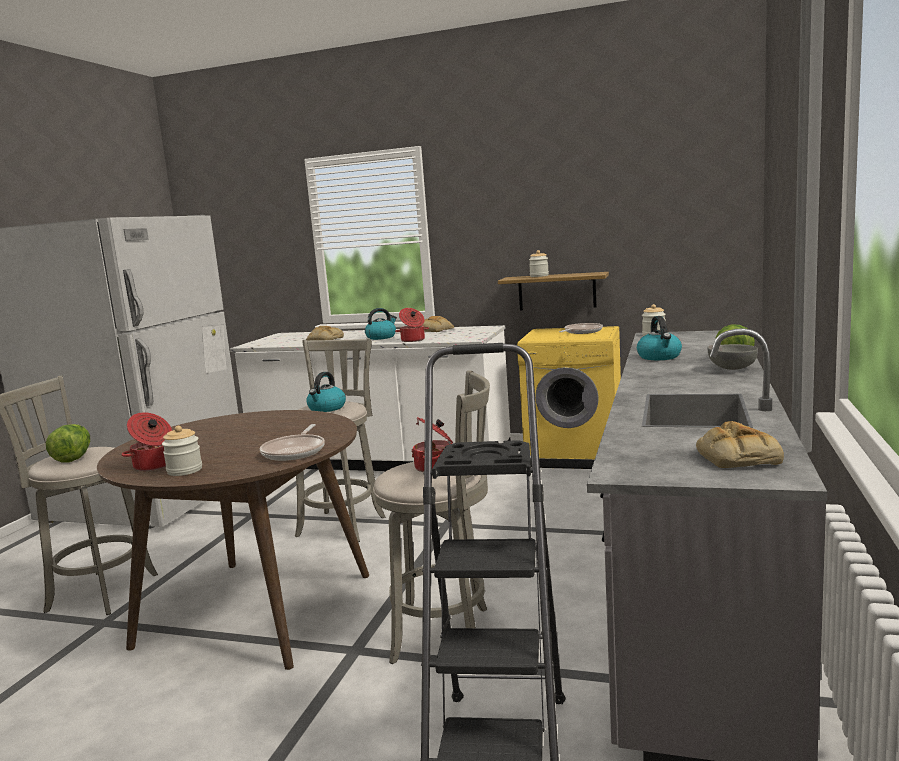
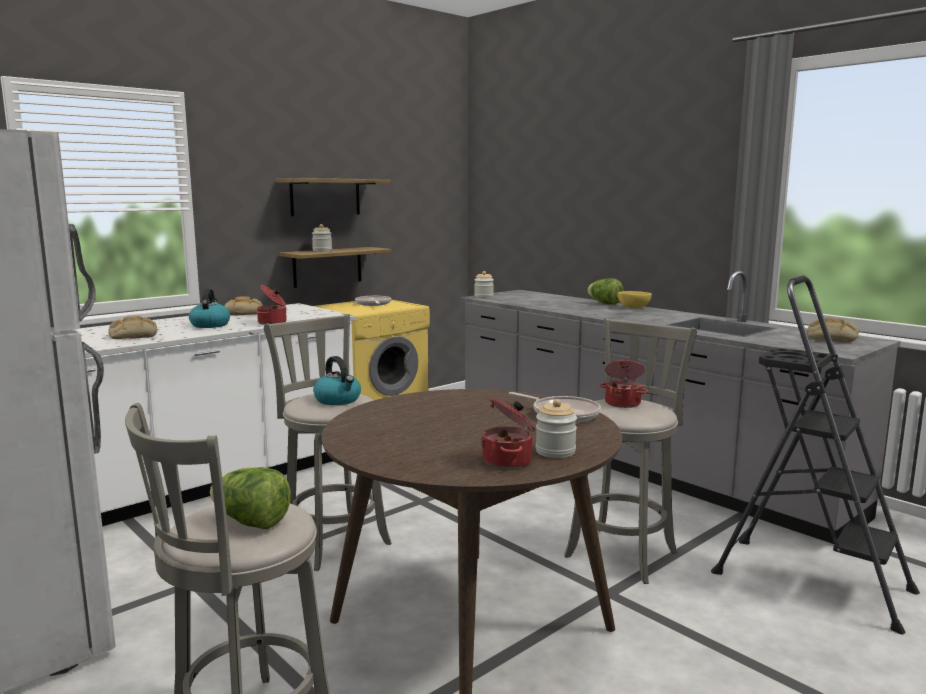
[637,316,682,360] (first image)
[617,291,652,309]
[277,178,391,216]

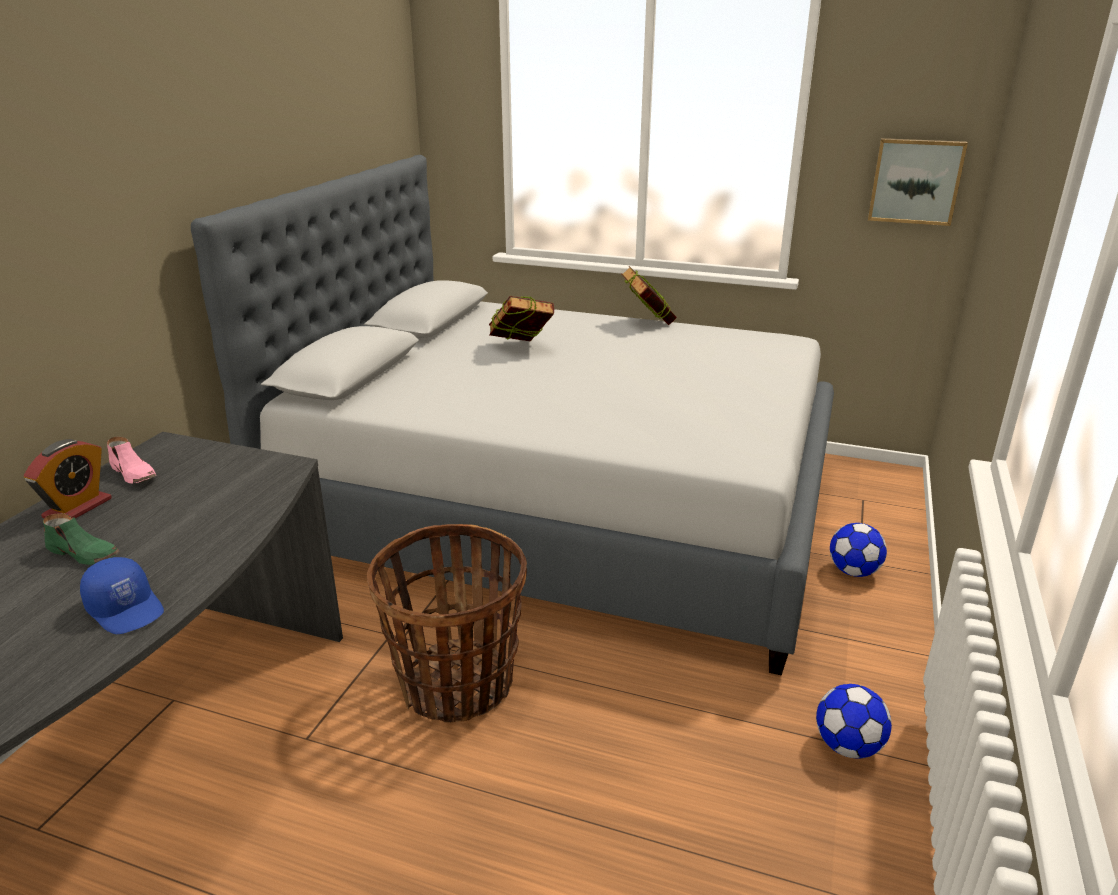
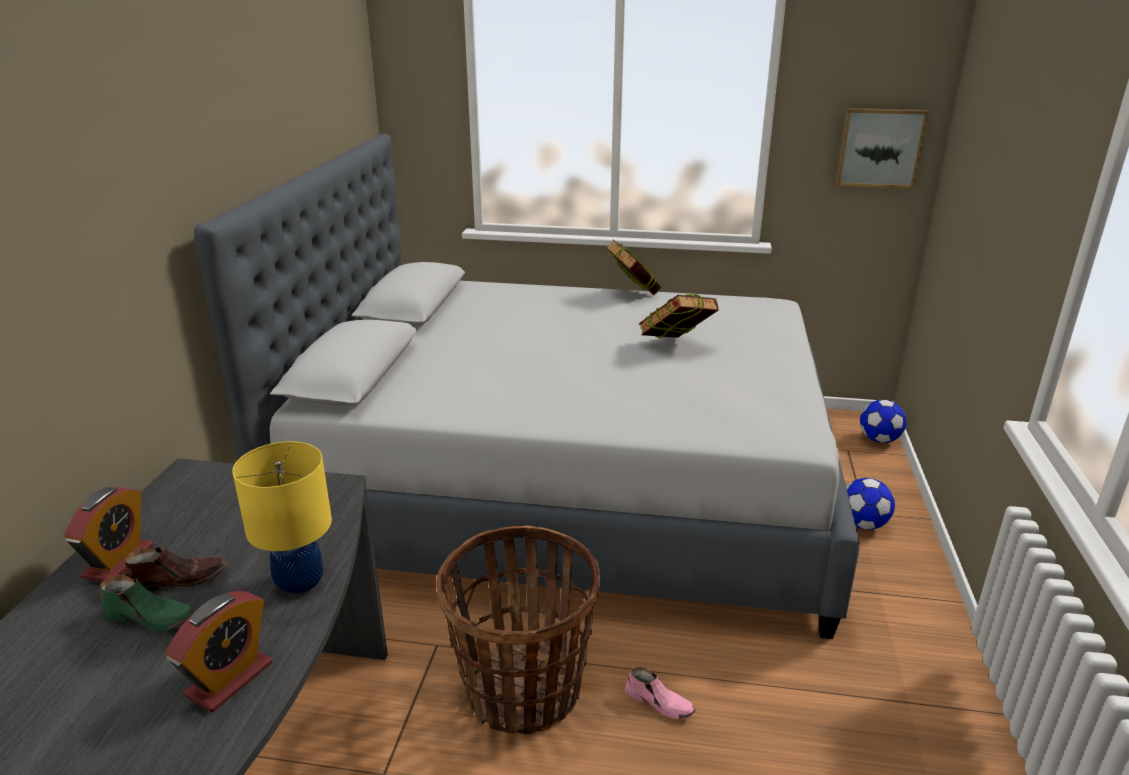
[639,294,719,338]
[625,667,695,719]
[165,591,272,712]
[860,400,907,443]
[232,442,332,594]
[124,546,228,591]

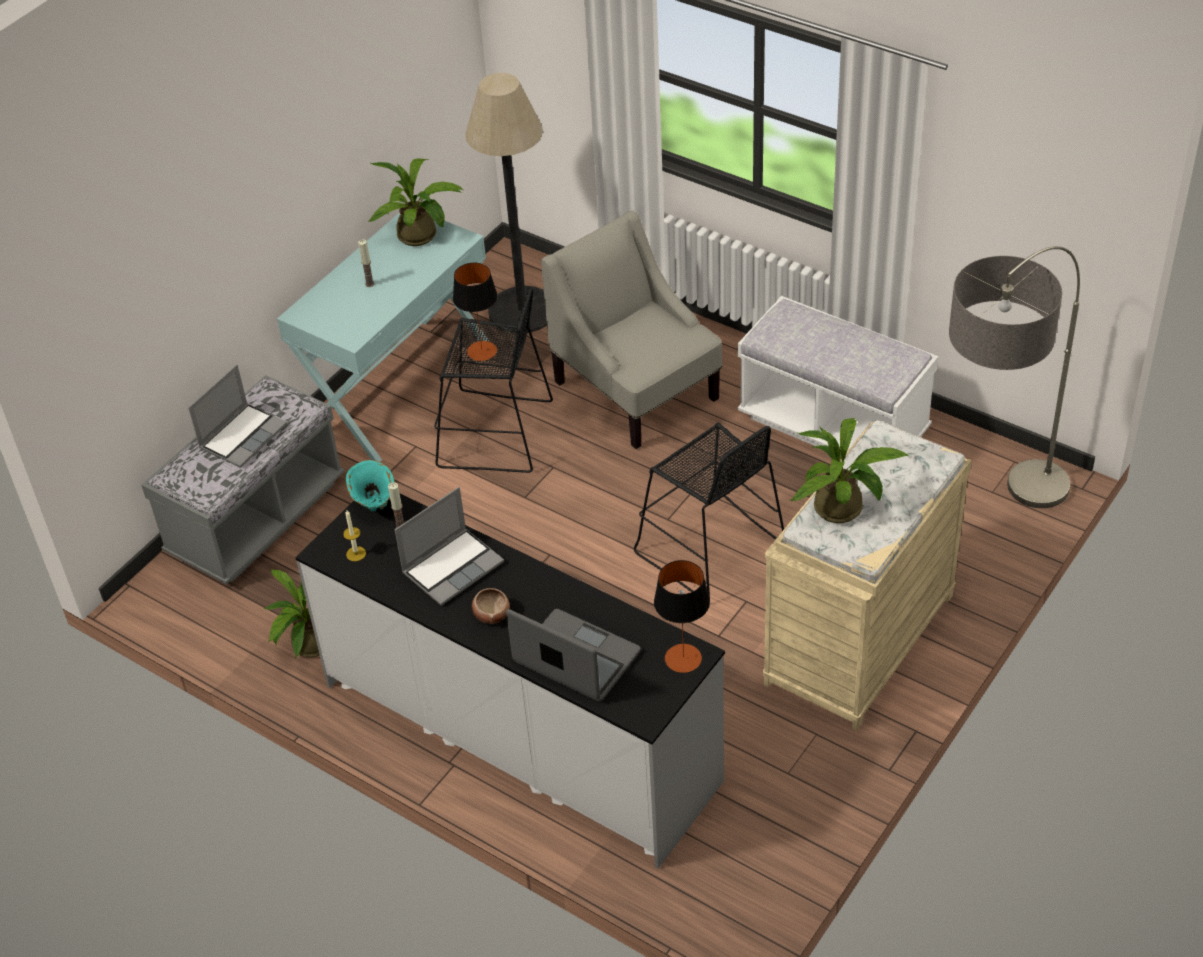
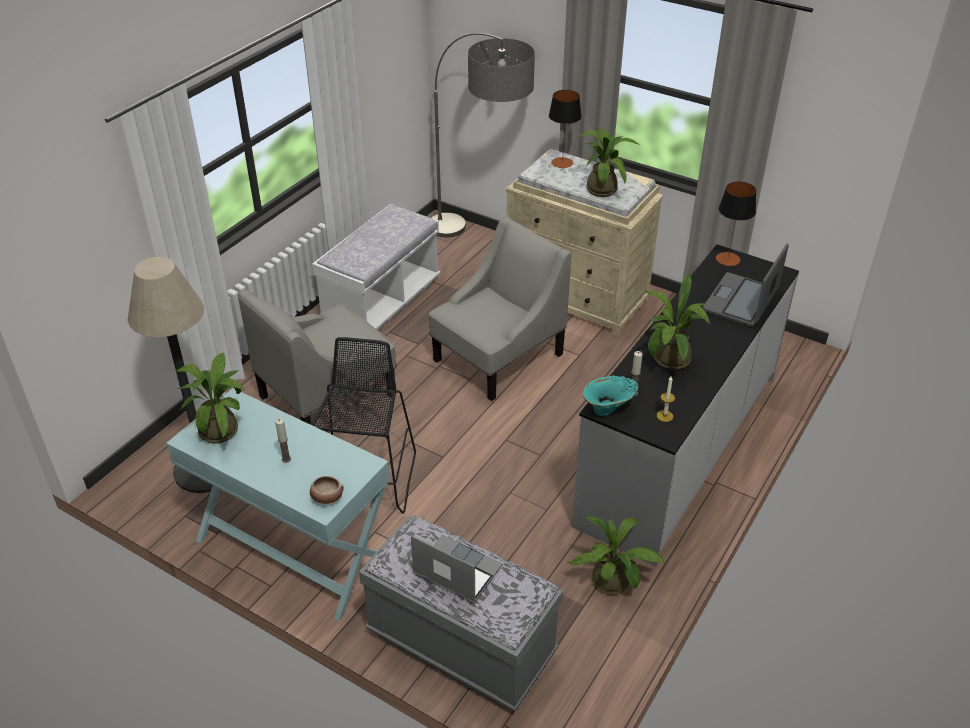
[549,90,582,168]
[429,216,571,401]
[646,273,710,370]
[310,476,344,504]

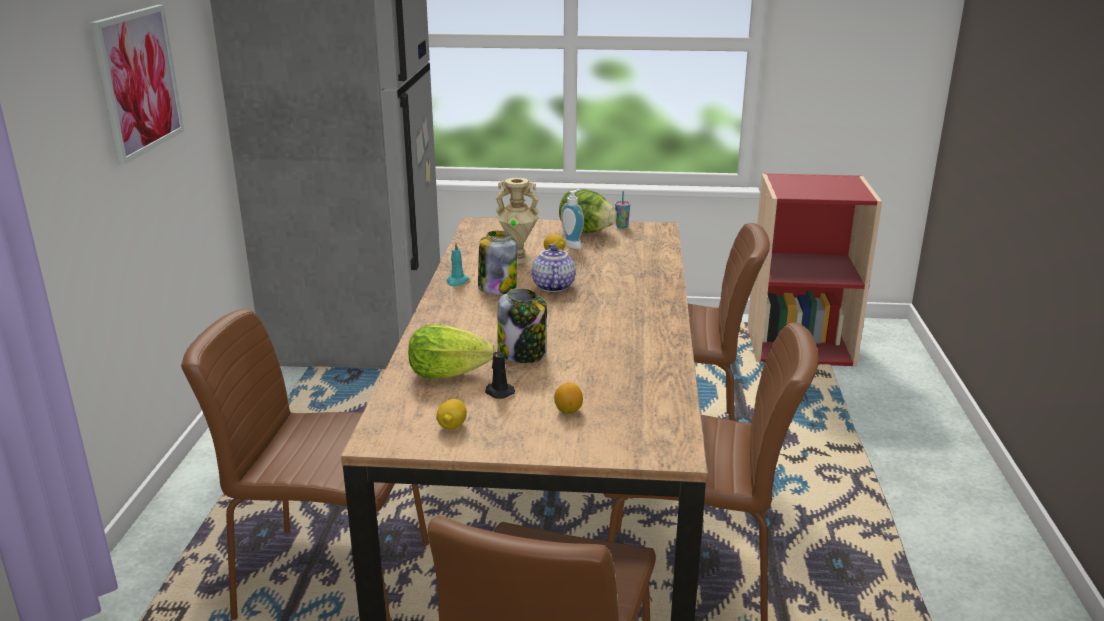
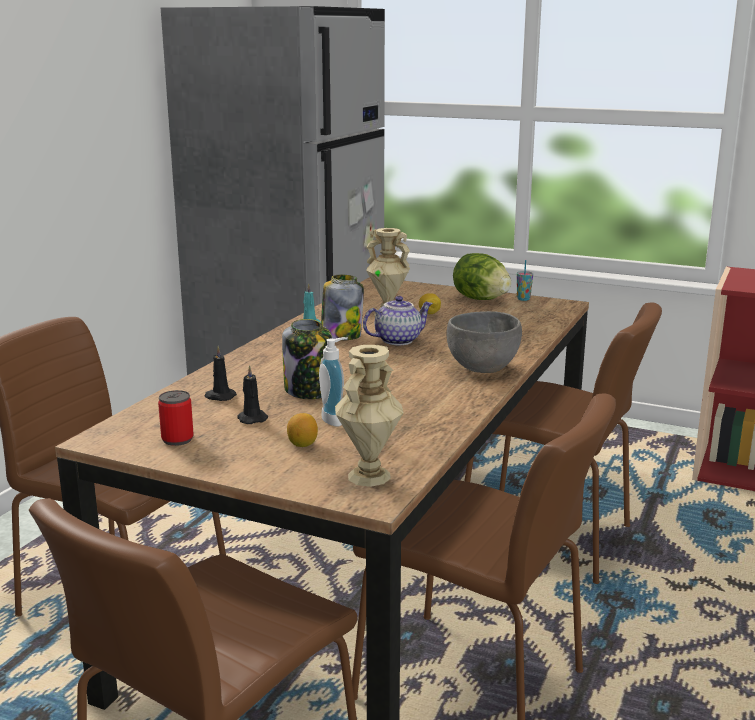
[90,5,184,165] (first image)
[319,337,348,427]
[363,296,433,345]
[205,346,237,401]
[158,390,193,446]
[447,311,522,373]
[335,345,404,487]

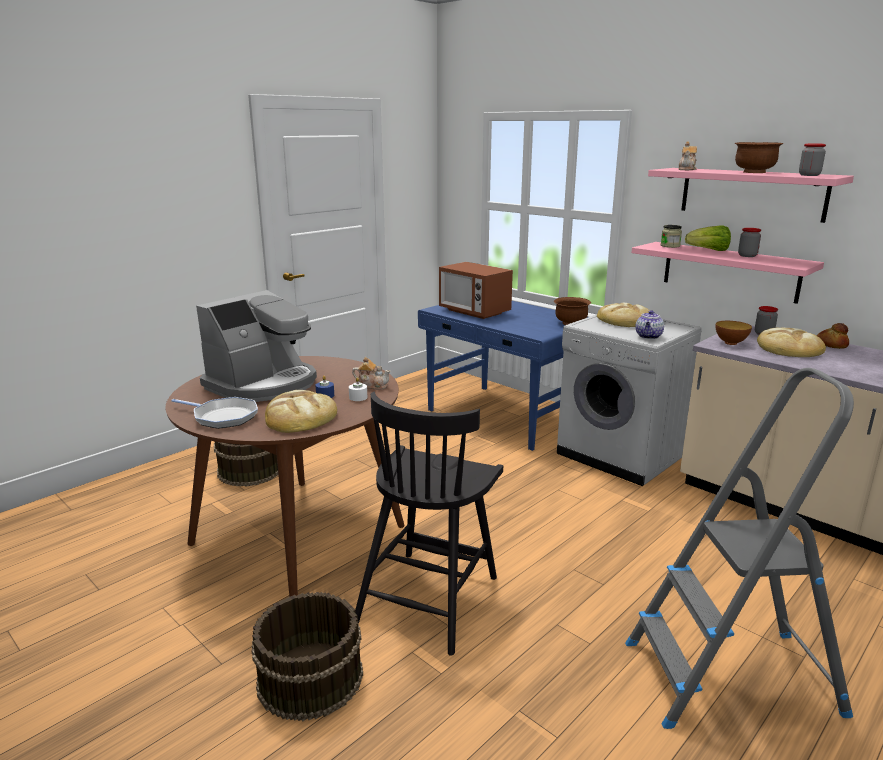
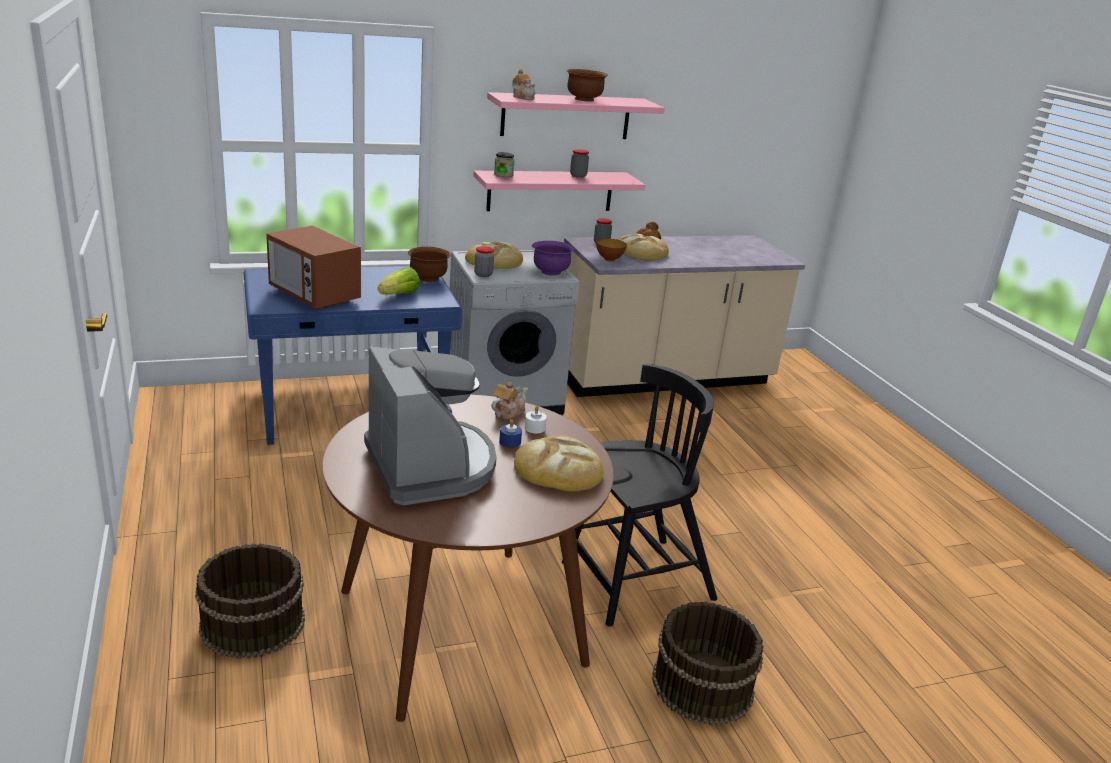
[474,246,494,277]
[378,267,420,295]
[266,226,361,309]
[532,241,574,276]
[625,368,854,729] (first image)
[562,364,717,627]
[171,397,258,429] (first image)

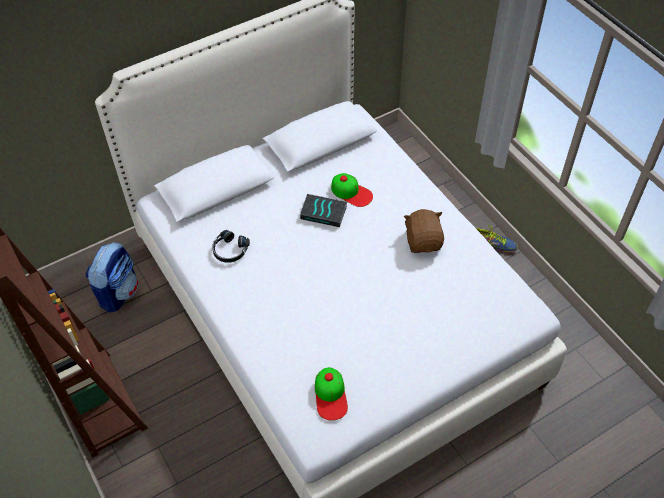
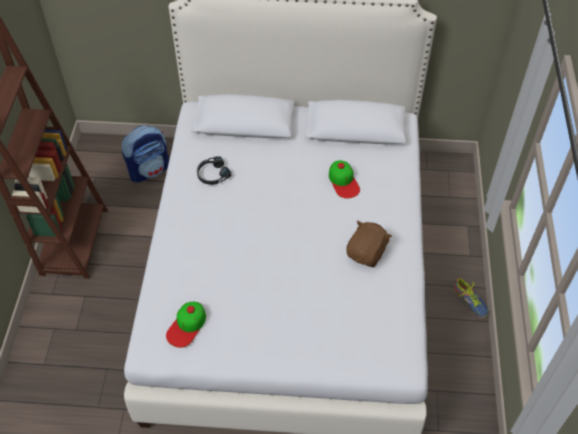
[300,194,348,227] (first image)

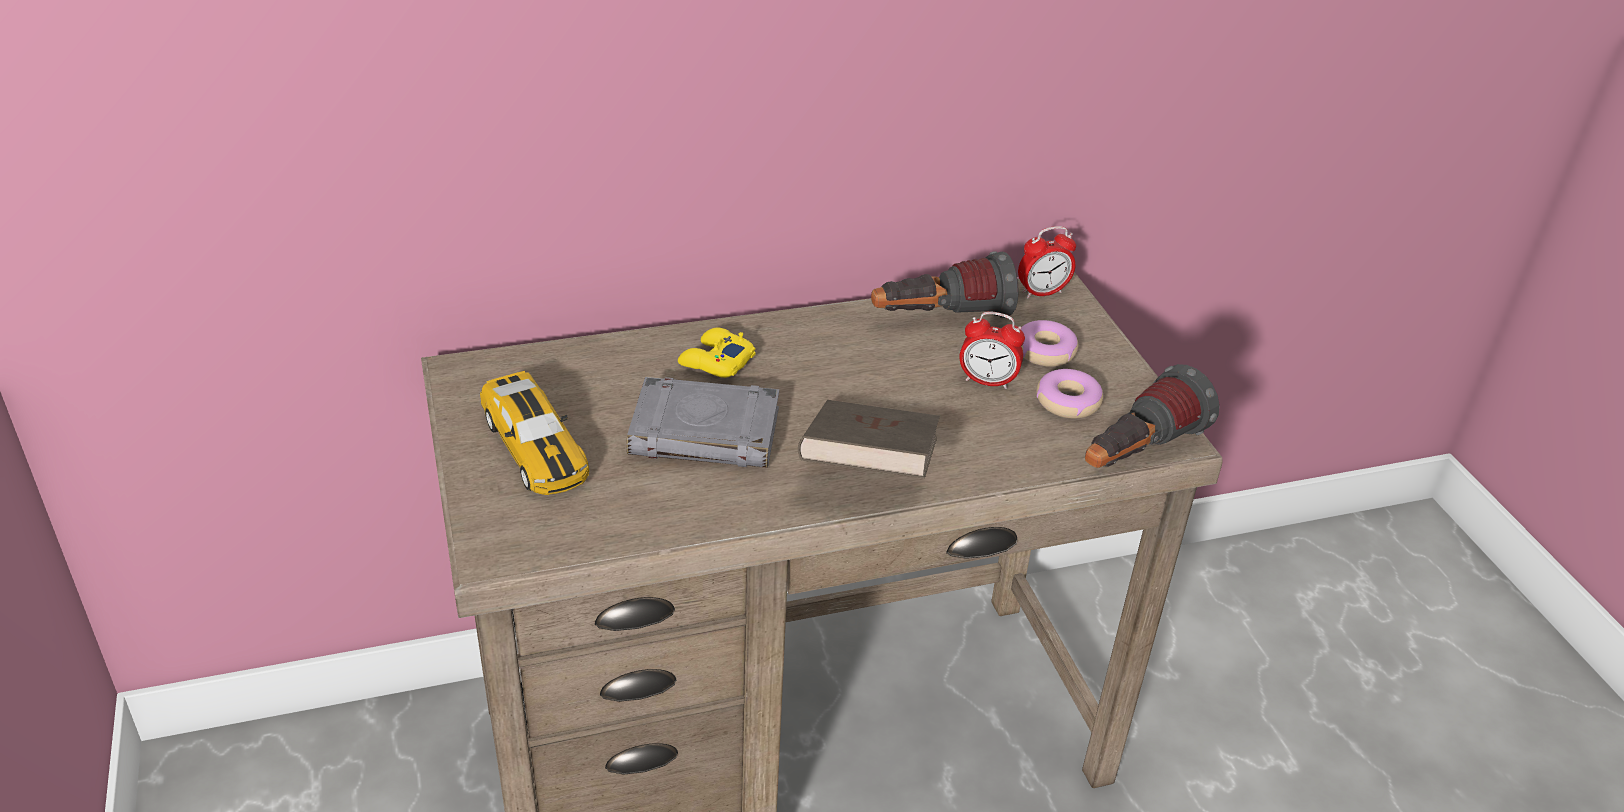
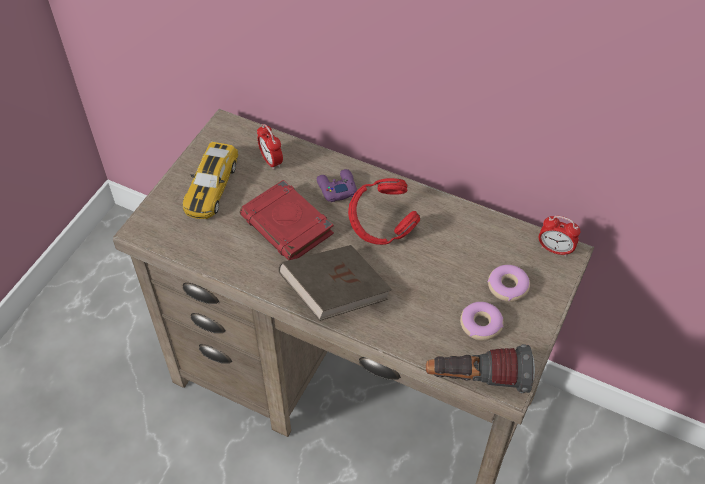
[871,251,1019,318] (first image)
[257,124,283,170]
[317,169,357,202]
[240,180,334,261]
[348,178,420,245]

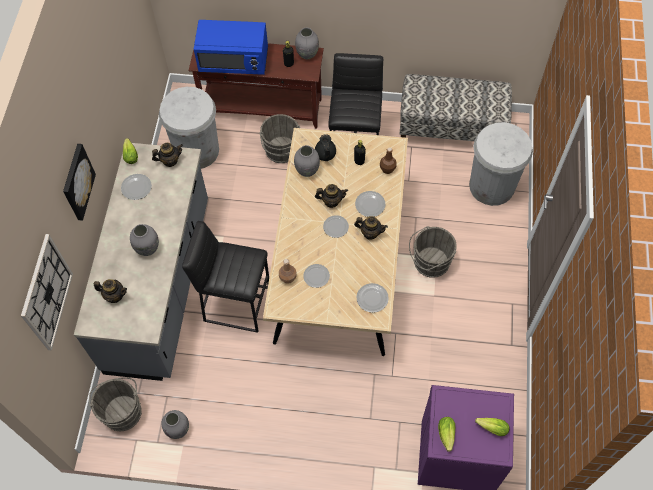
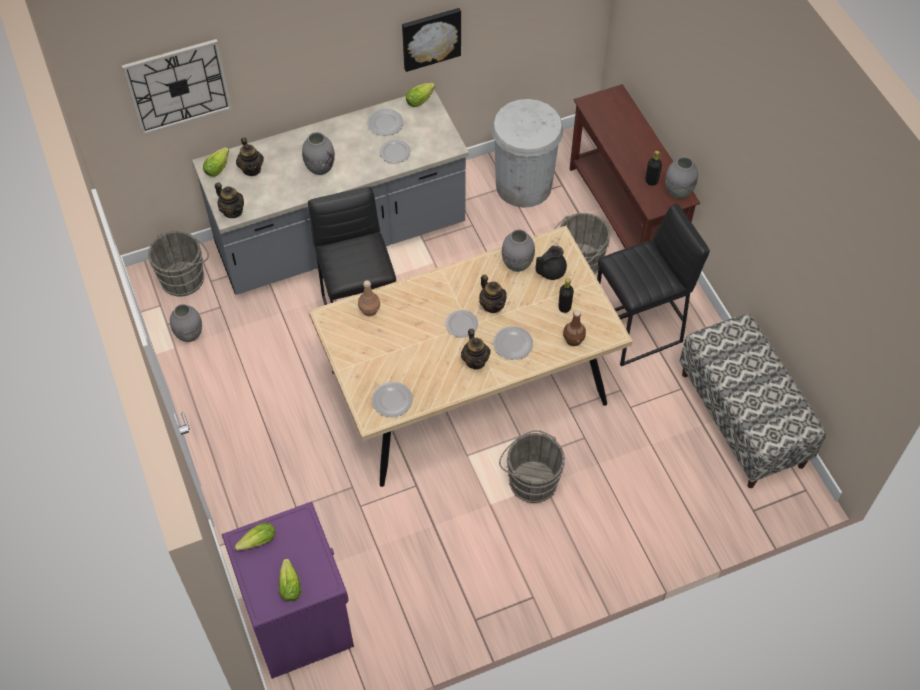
[194,20,268,75] (first image)
[469,122,533,206] (first image)
[215,182,244,218]
[402,8,461,72]
[380,140,410,163]
[203,147,229,177]

